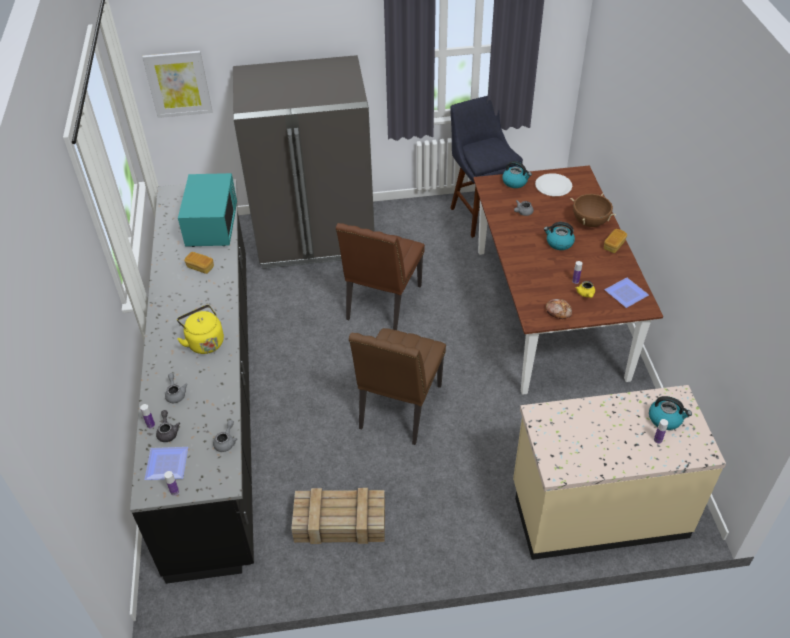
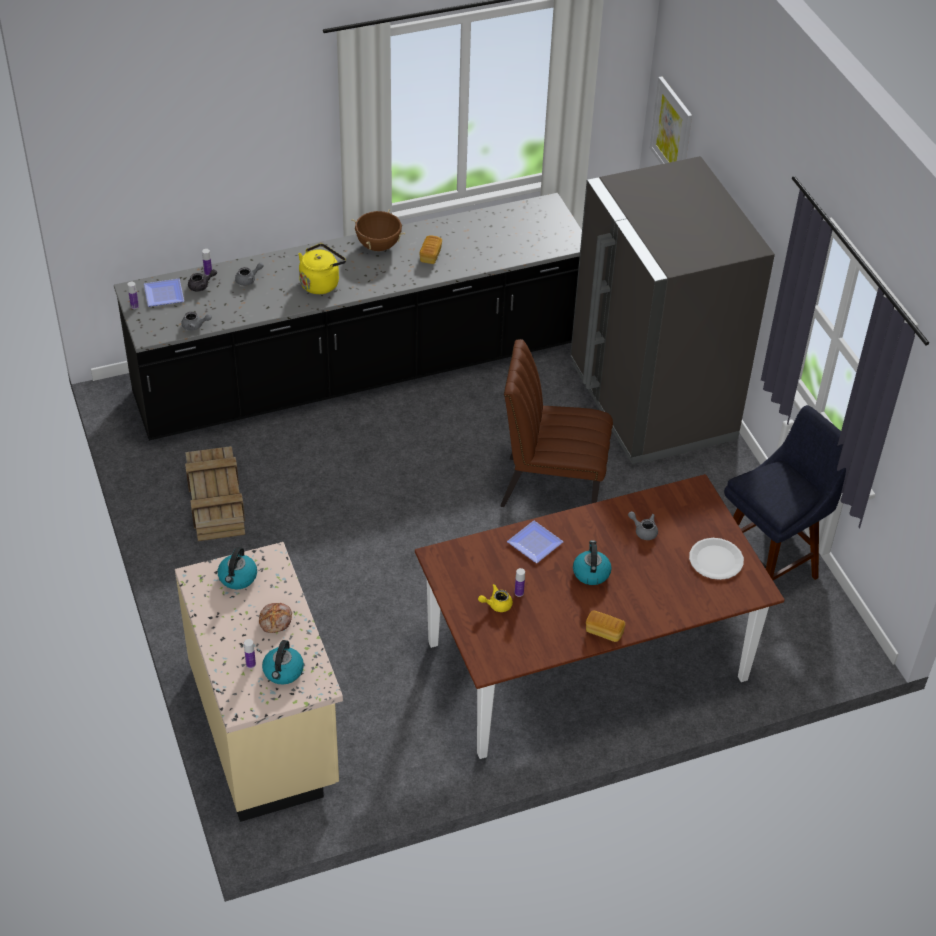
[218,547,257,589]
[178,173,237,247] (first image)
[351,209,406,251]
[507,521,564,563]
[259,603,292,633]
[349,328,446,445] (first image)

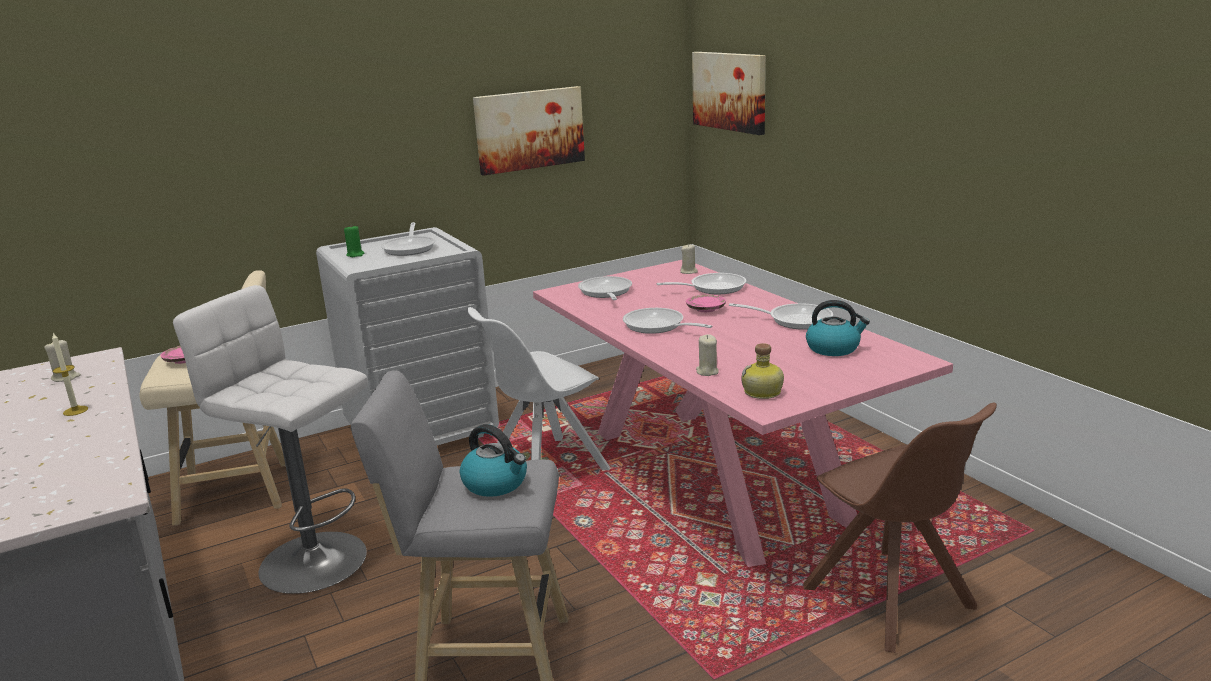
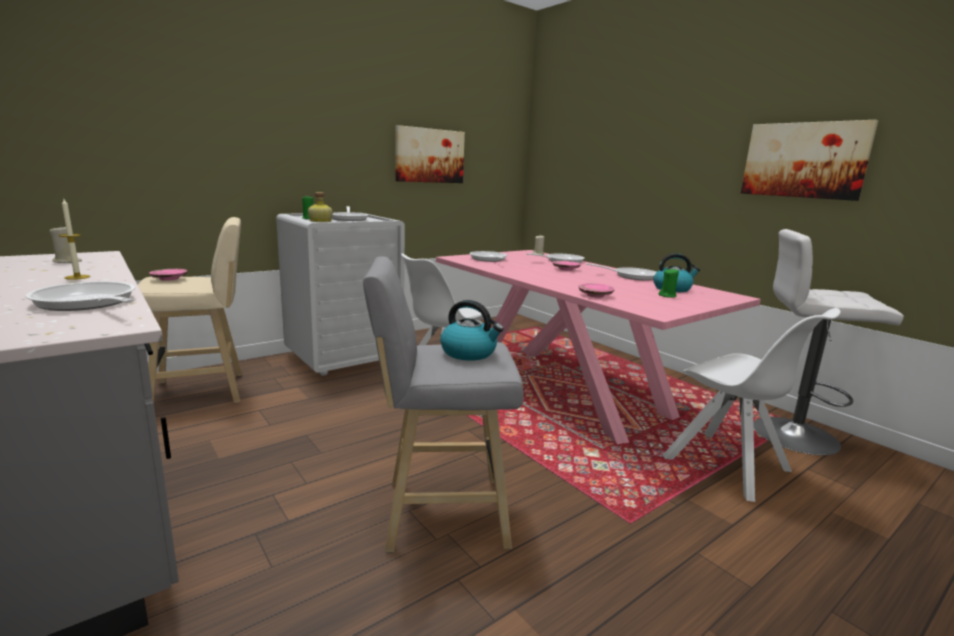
[741,120,878,201]
[753,229,904,455]
[25,281,135,311]
[578,283,615,298]
[308,192,333,222]
[663,308,841,502]
[659,269,679,298]

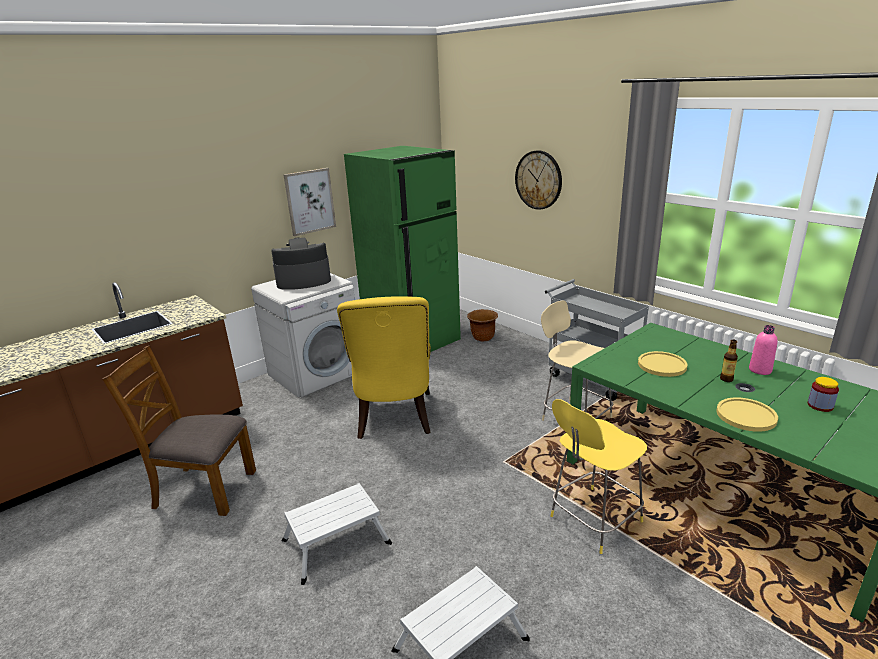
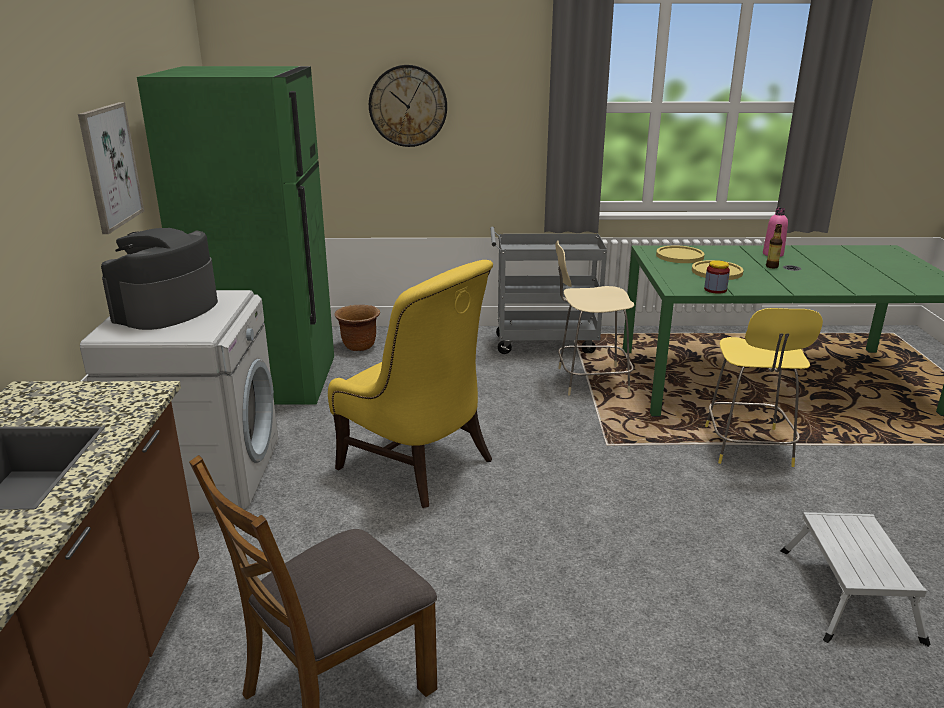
[704,260,730,294]
[656,245,704,263]
[282,483,392,585] (first image)

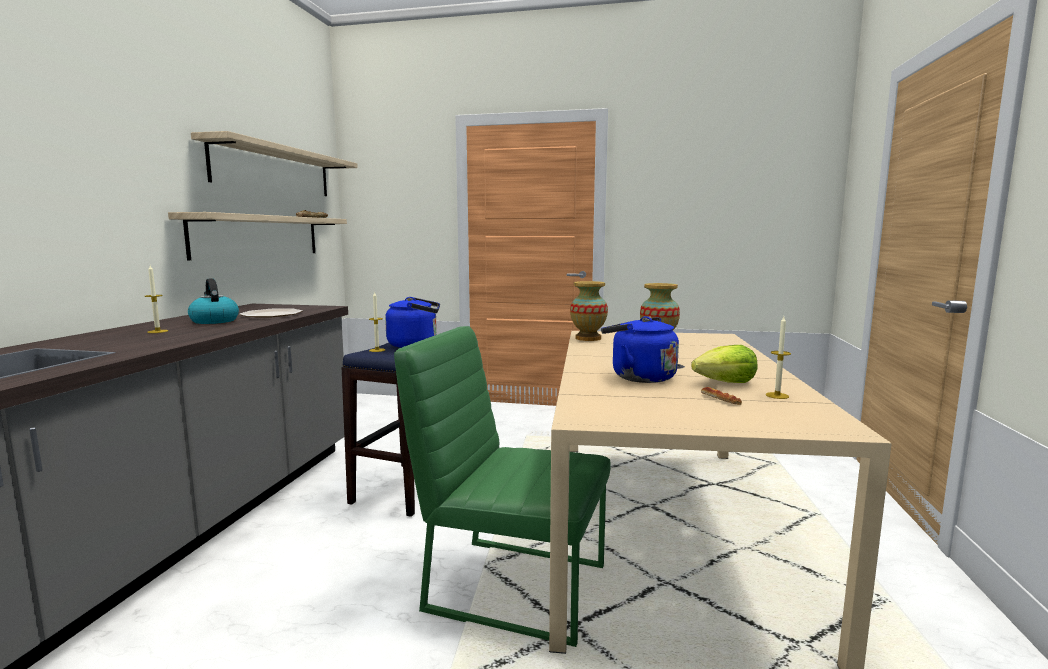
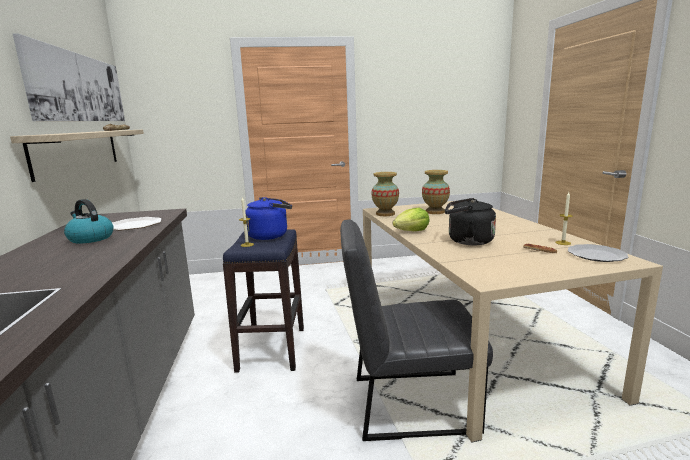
[13,34,125,121]
[145,265,168,333] (first image)
[445,198,496,245]
[340,219,493,441]
[393,208,430,231]
[567,244,628,262]

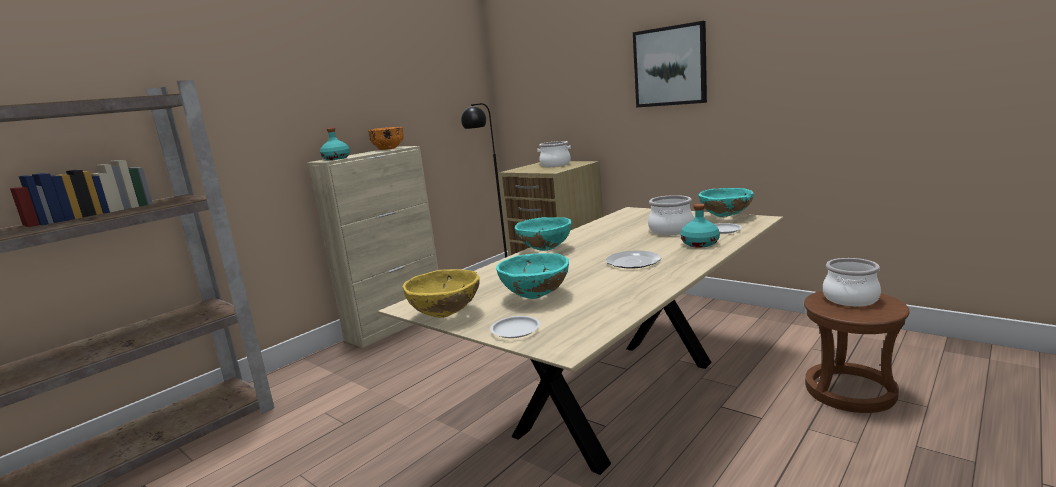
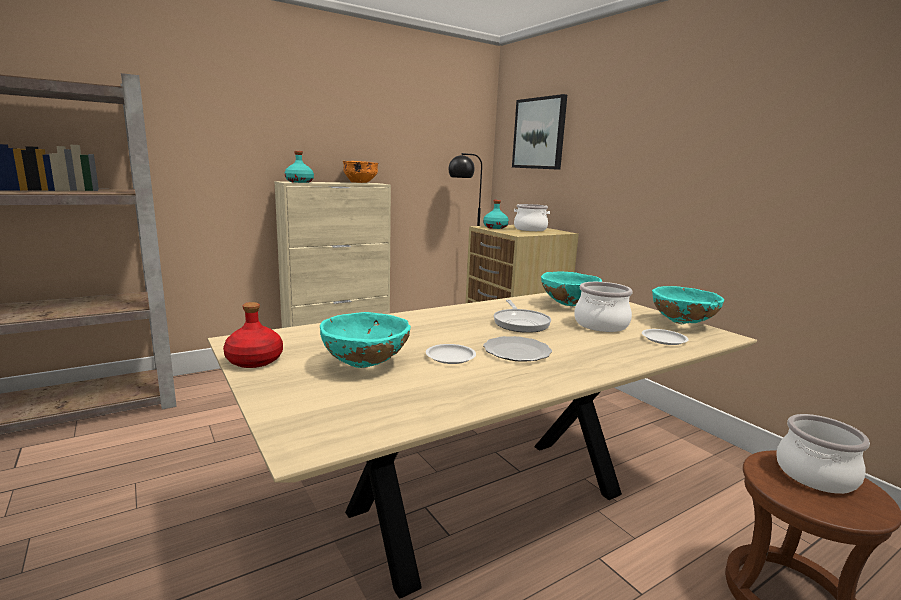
[512,94,567,170]
[483,200,509,229]
[541,271,602,306]
[223,302,283,368]
[426,344,476,364]
[494,300,551,333]

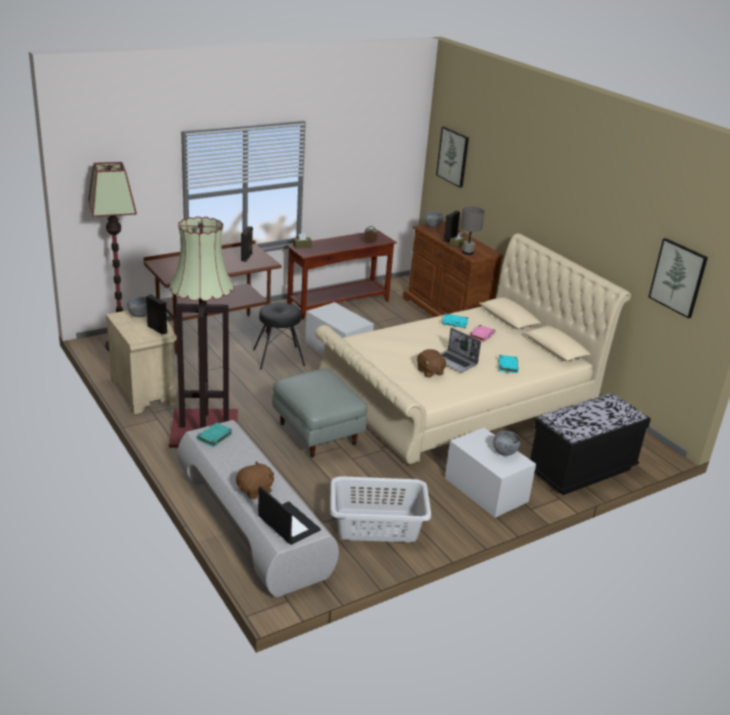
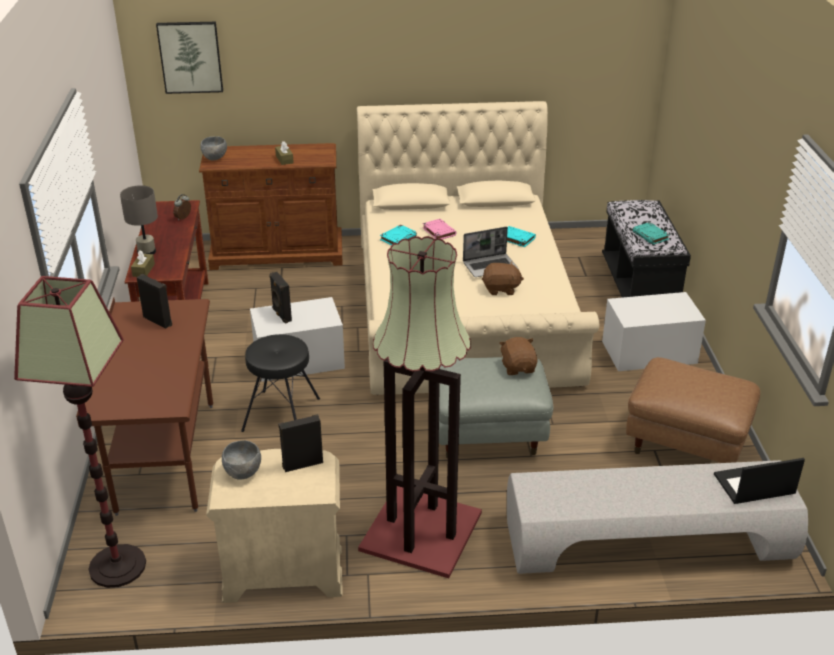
[120,185,158,255]
[269,272,292,324]
[648,238,708,318] (first image)
[632,222,670,245]
[493,431,520,456] (first image)
[499,337,538,375]
[626,357,760,463]

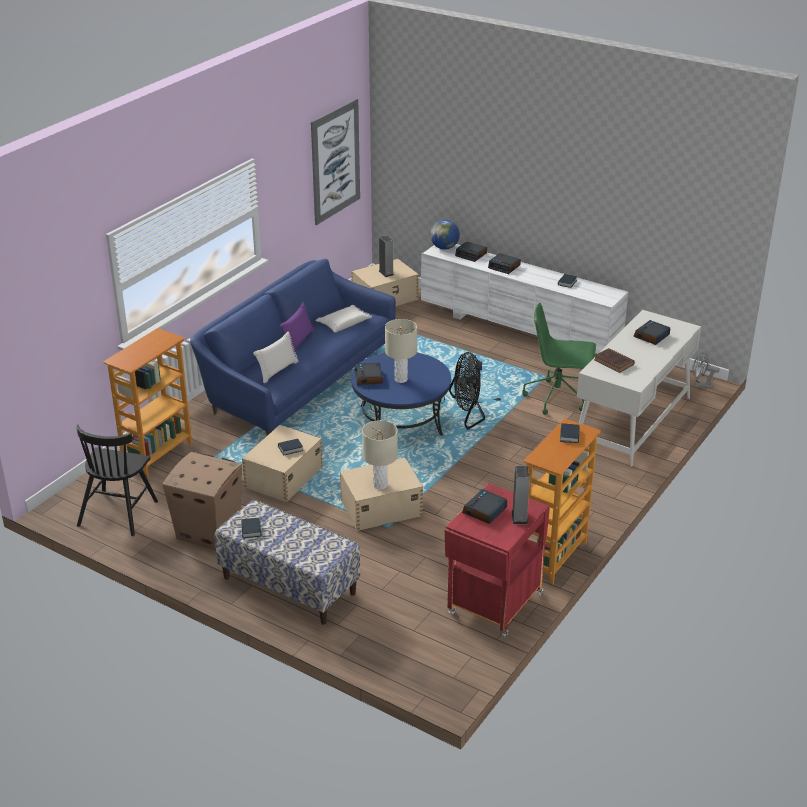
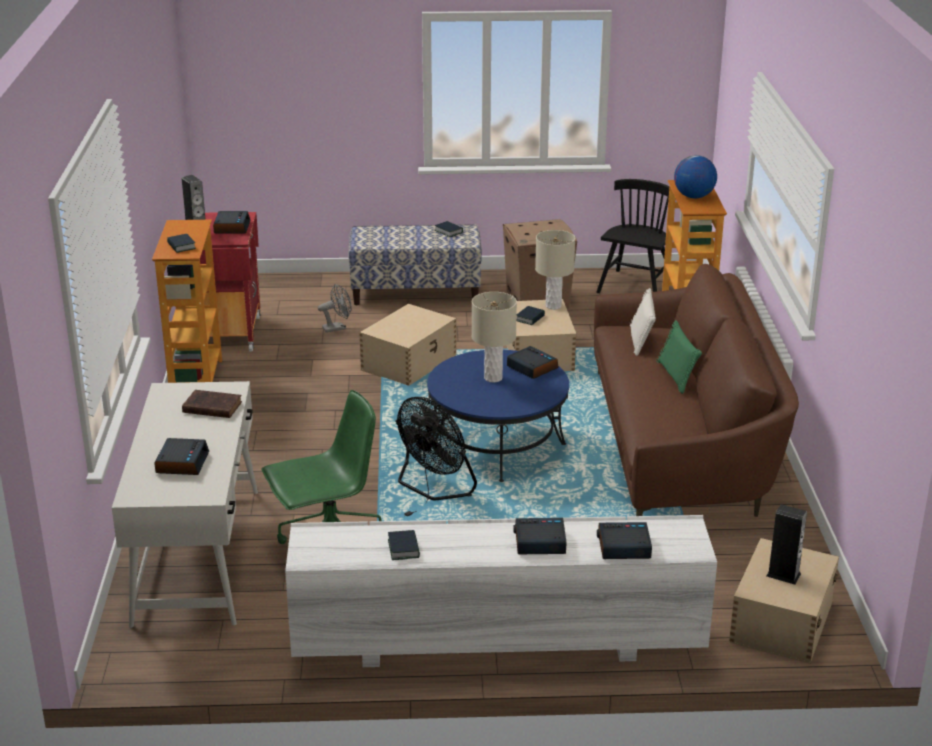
[311,99,360,225] (first image)
[674,155,717,198]
[594,264,799,517]
[655,320,702,394]
[315,305,372,332] (first image)
[318,284,351,333]
[535,230,575,310]
[596,179,669,293]

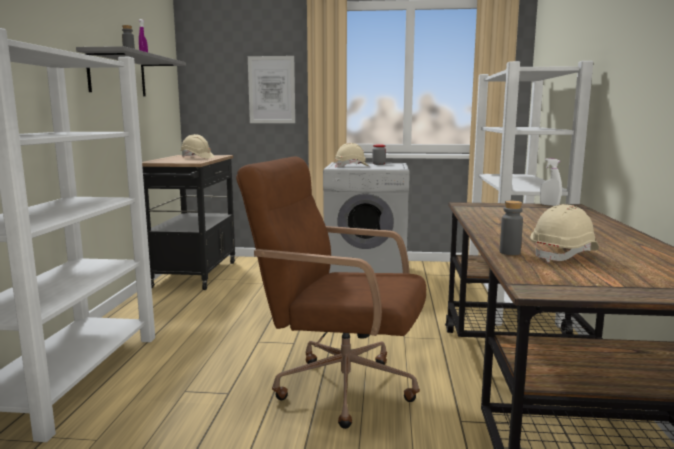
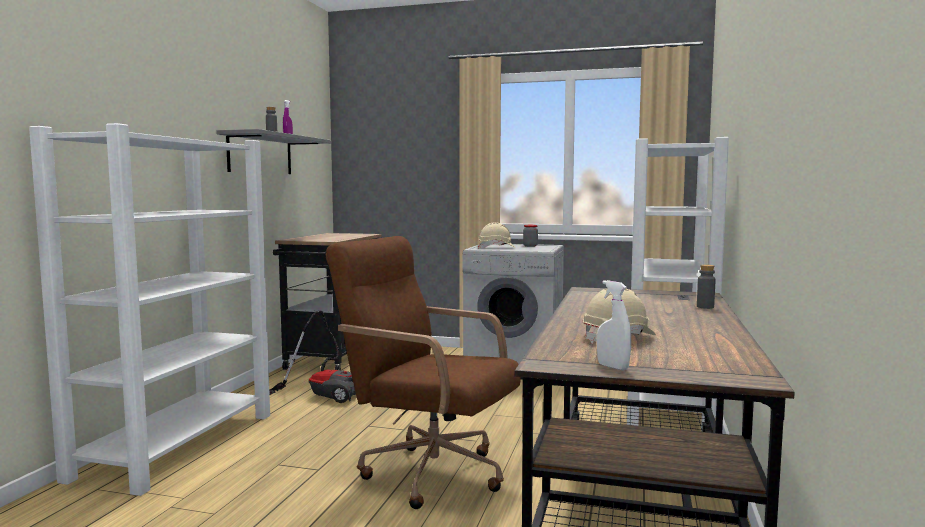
[248,56,295,123] (first image)
[180,134,214,159] (first image)
[597,280,631,370]
[697,264,716,309]
[269,310,356,403]

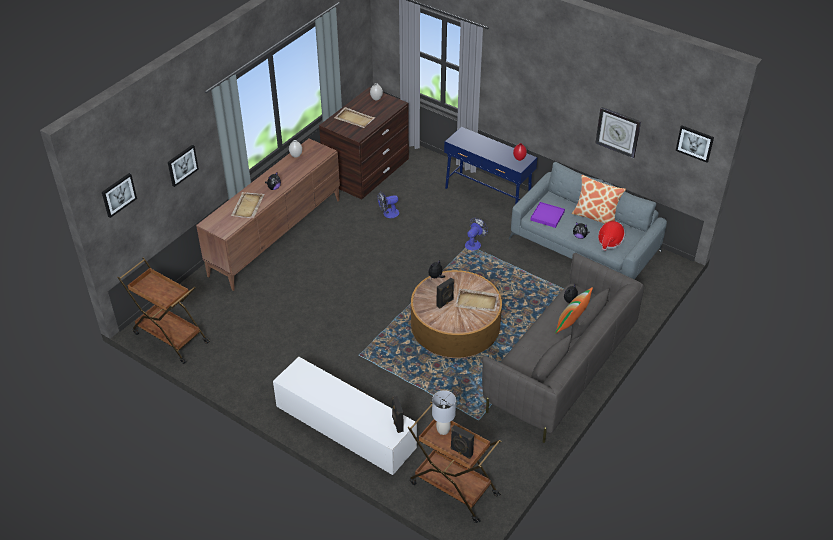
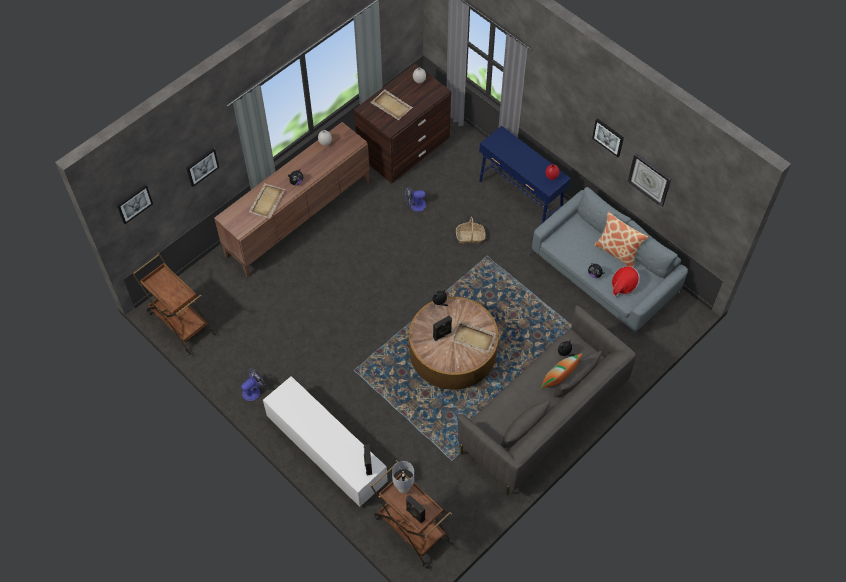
[592,118,624,157]
[530,202,565,228] (first image)
[241,369,265,401]
[456,216,486,244]

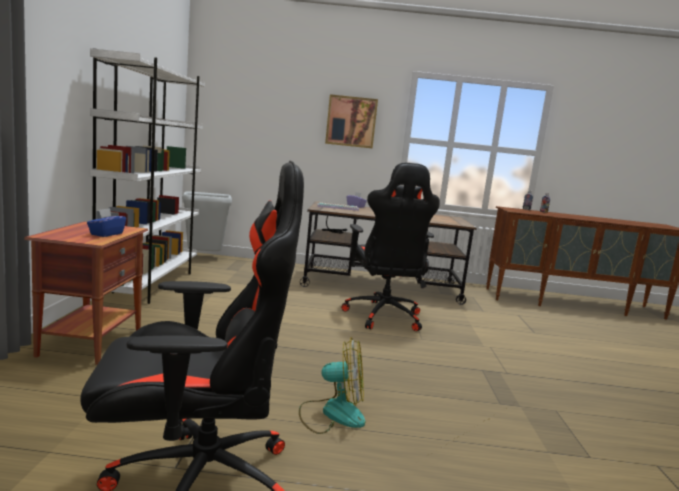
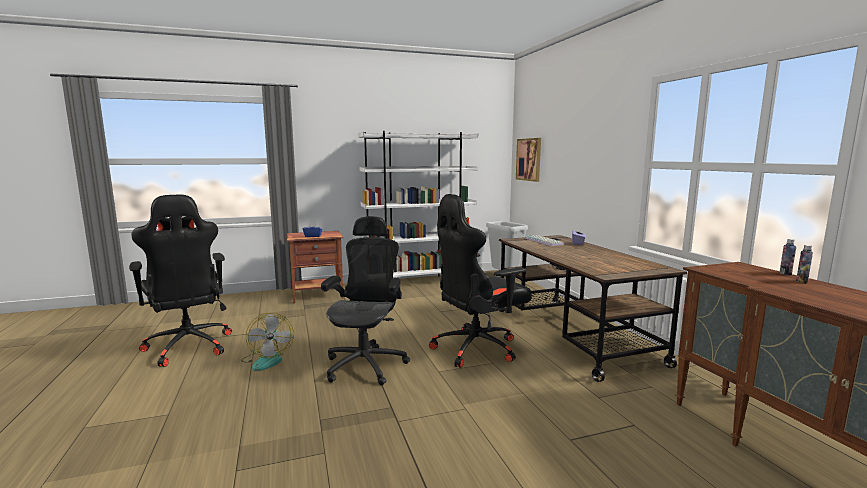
[516,138,541,182]
[321,216,410,385]

